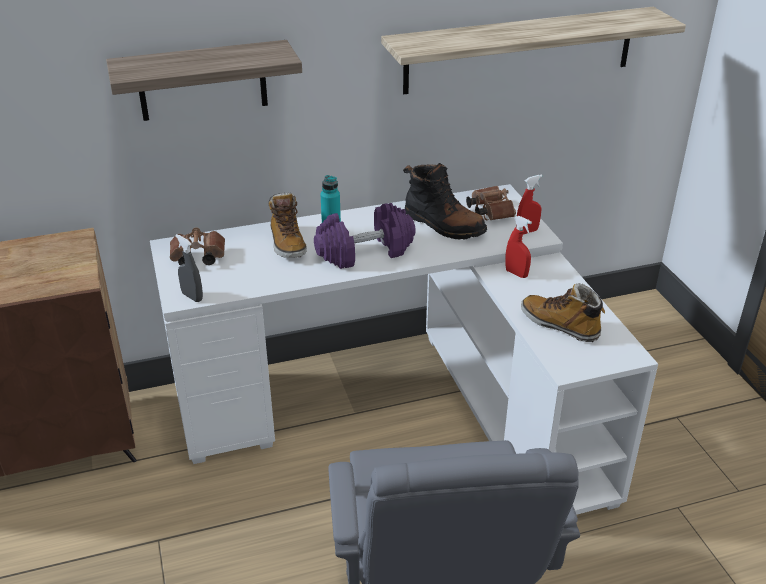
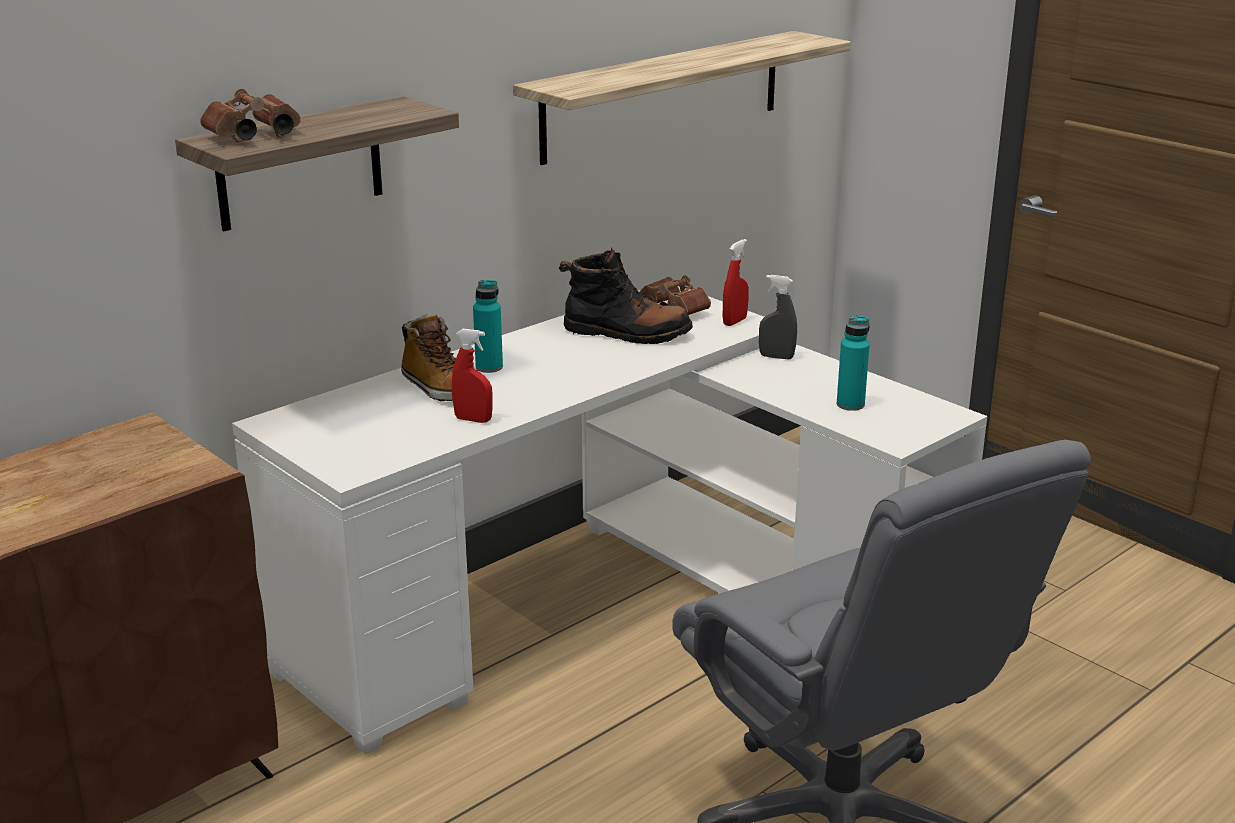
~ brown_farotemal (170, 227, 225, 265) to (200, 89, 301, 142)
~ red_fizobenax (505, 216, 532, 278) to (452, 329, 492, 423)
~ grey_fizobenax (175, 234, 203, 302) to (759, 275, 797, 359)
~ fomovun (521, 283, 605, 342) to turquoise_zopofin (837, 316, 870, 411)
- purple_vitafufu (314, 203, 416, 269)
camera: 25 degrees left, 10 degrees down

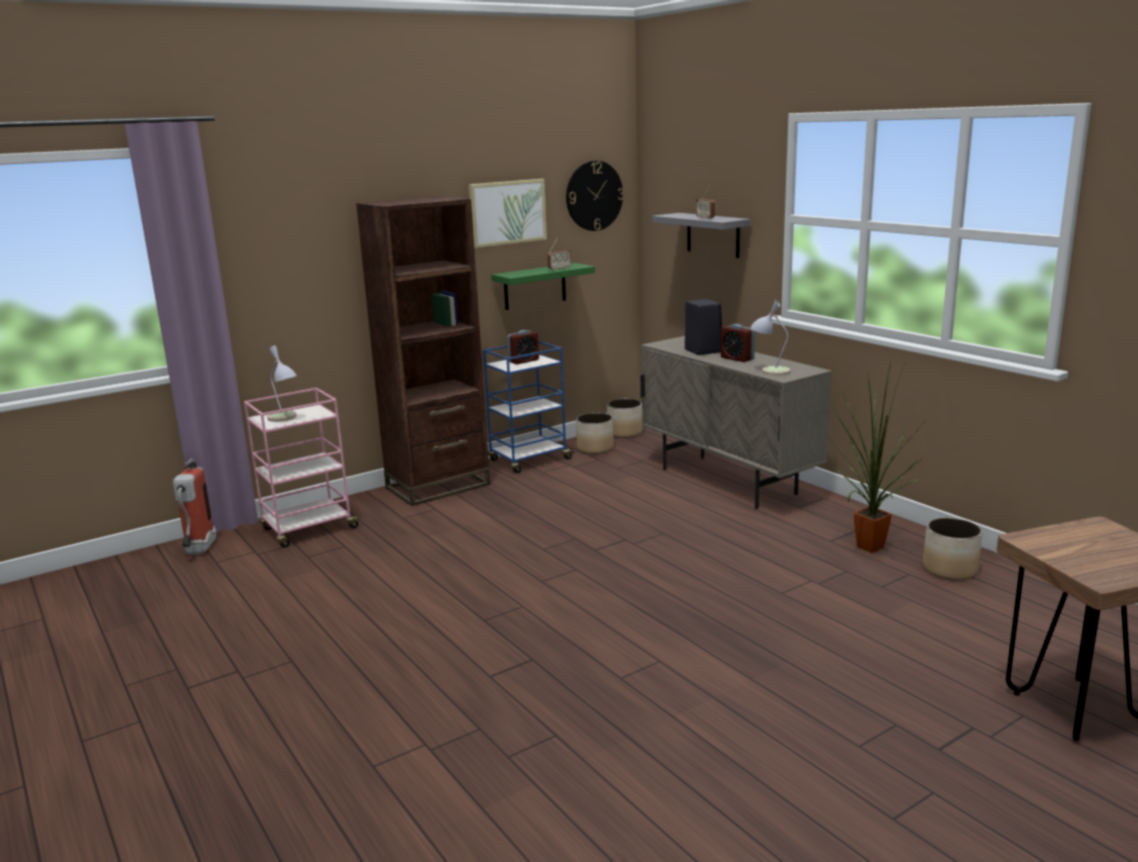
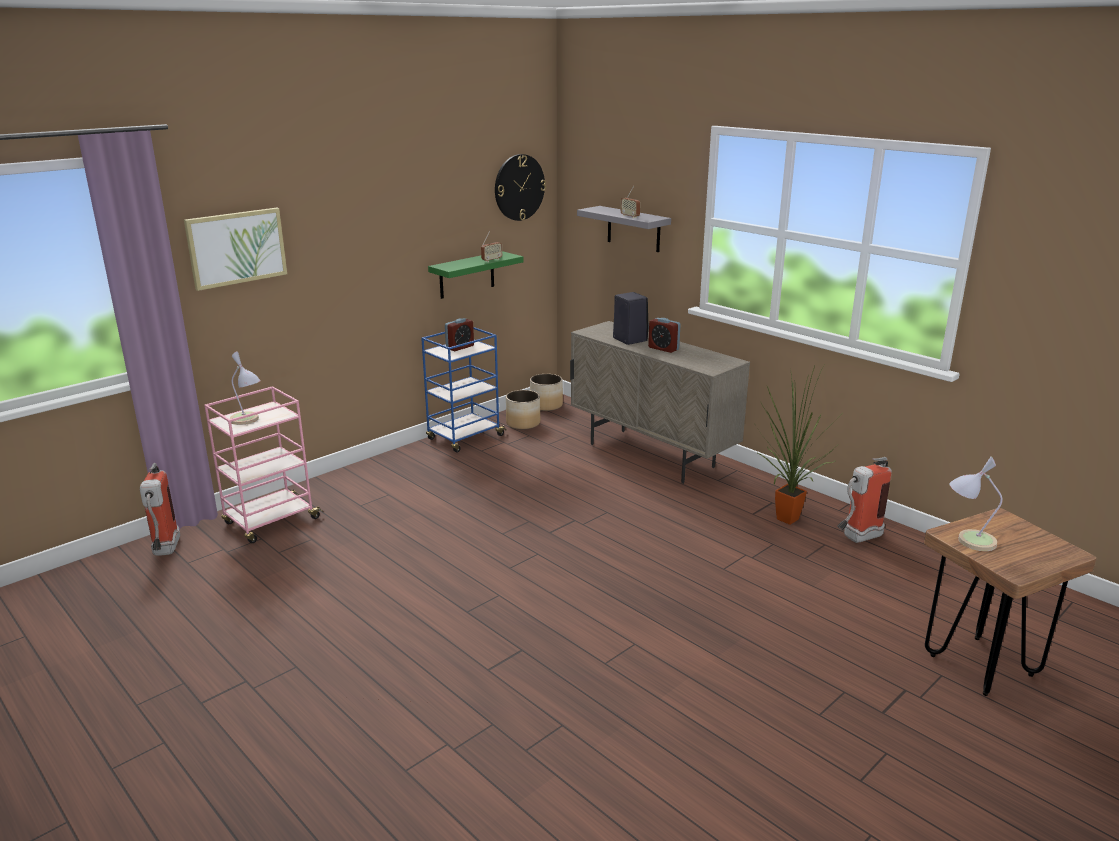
~ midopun (468, 179, 547, 248) to (184, 208, 287, 291)
~ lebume (923, 518, 983, 580) to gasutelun (837, 457, 892, 543)
~ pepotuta (751, 299, 791, 376) to (949, 456, 1003, 551)
- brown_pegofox (356, 196, 491, 506)
camera: 10 degrees left, 5 degrees up

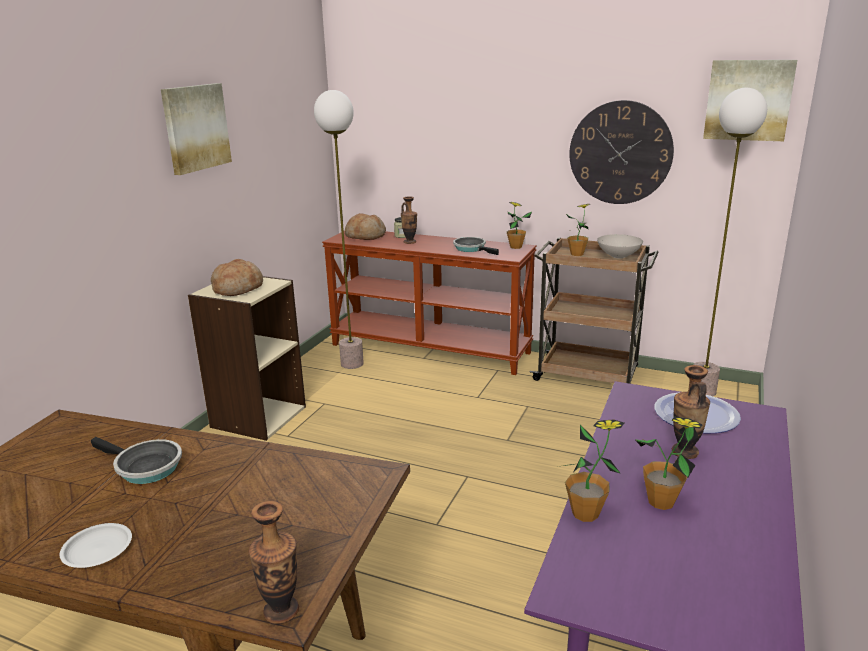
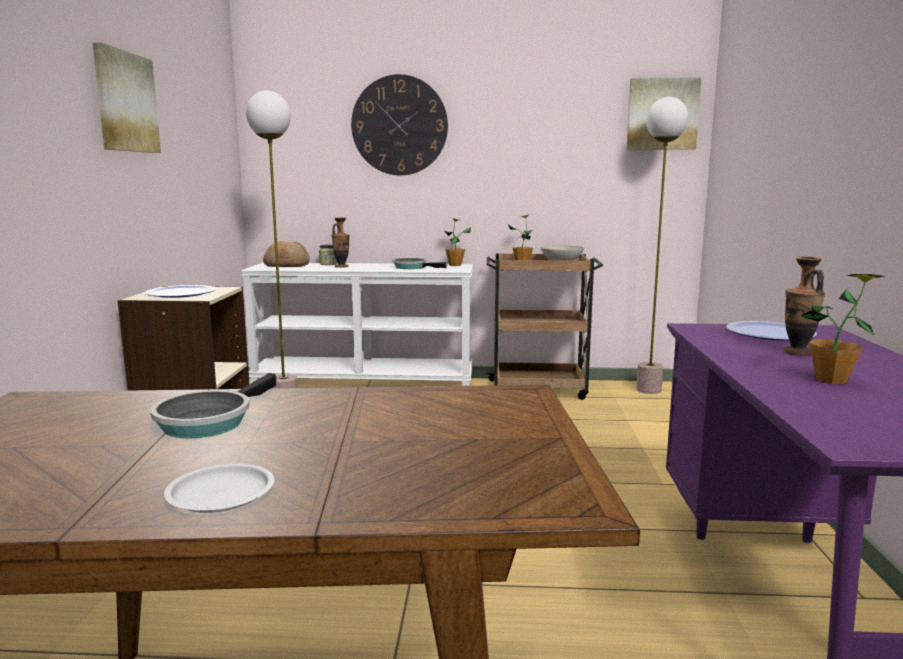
~ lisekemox (211, 259, 263, 296) to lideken (144, 285, 216, 298)
~ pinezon (91, 437, 182, 484) = (150, 373, 276, 438) 105 degrees clockwise
~ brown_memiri (322, 231, 536, 375) to white_memiri (241, 263, 473, 386)
~ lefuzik (569, 100, 674, 204) to (351, 74, 448, 175)
- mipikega (249, 501, 299, 624)
- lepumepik (557, 419, 625, 522)
camera: 20 degrees left, 10 degrees down

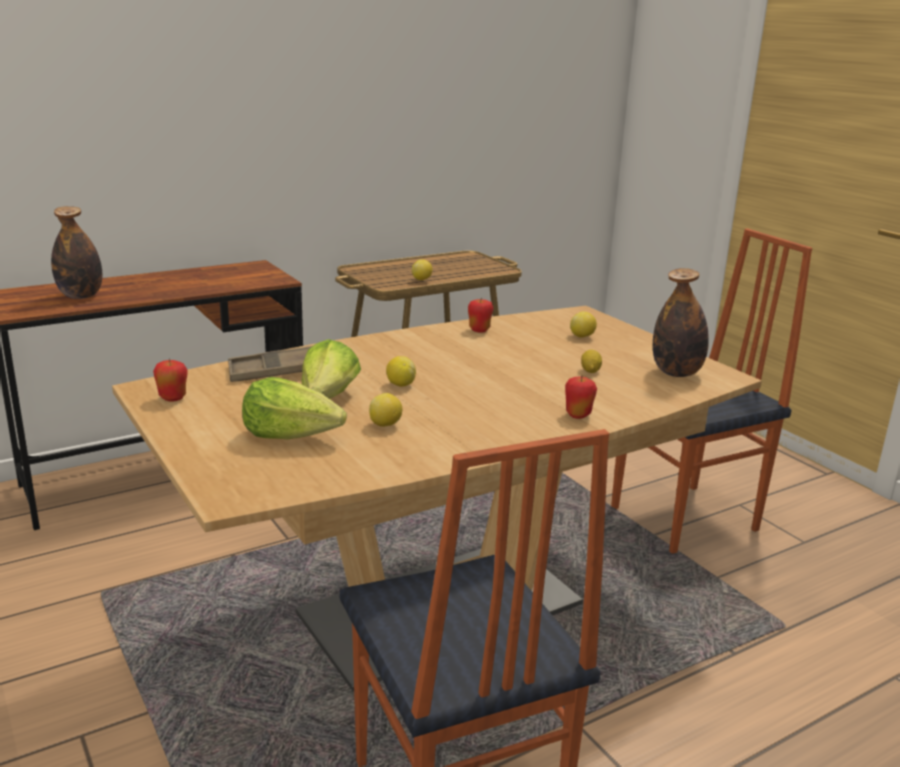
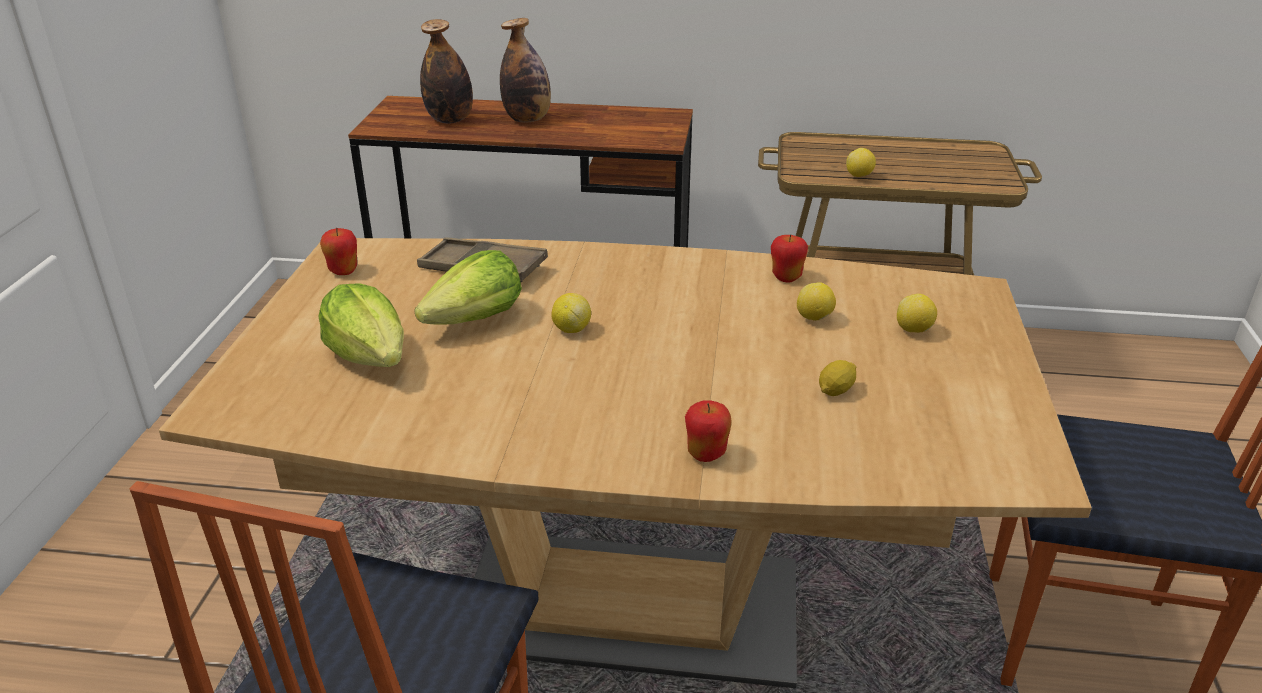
~ zopofin (653, 268, 709, 377) to (500, 18, 551, 122)
~ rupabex (369, 393, 402, 427) to (797, 282, 836, 321)
camera: 40 degrees right, 10 degrees up

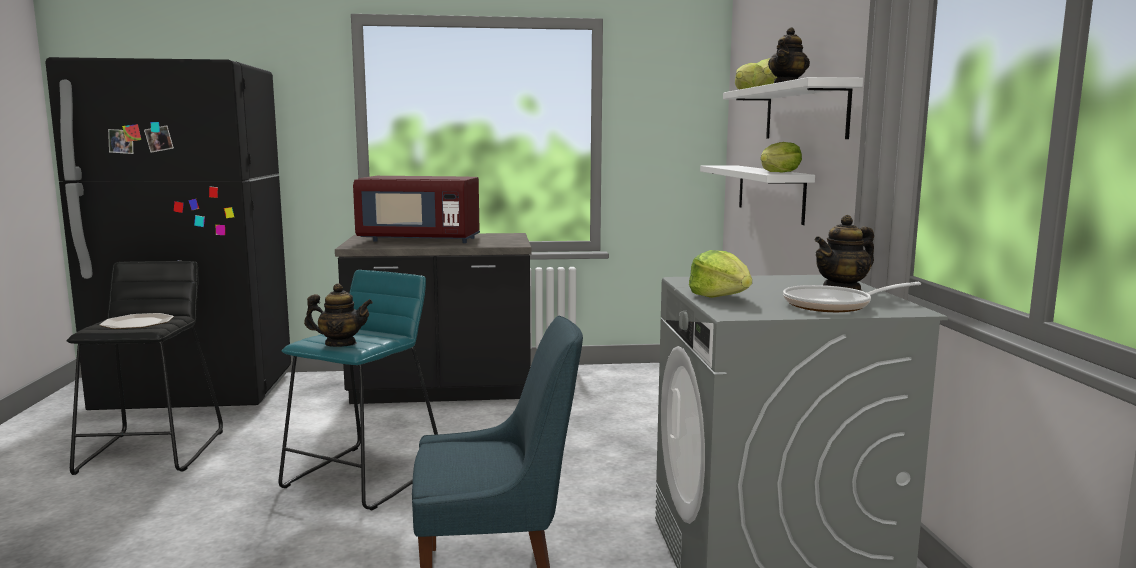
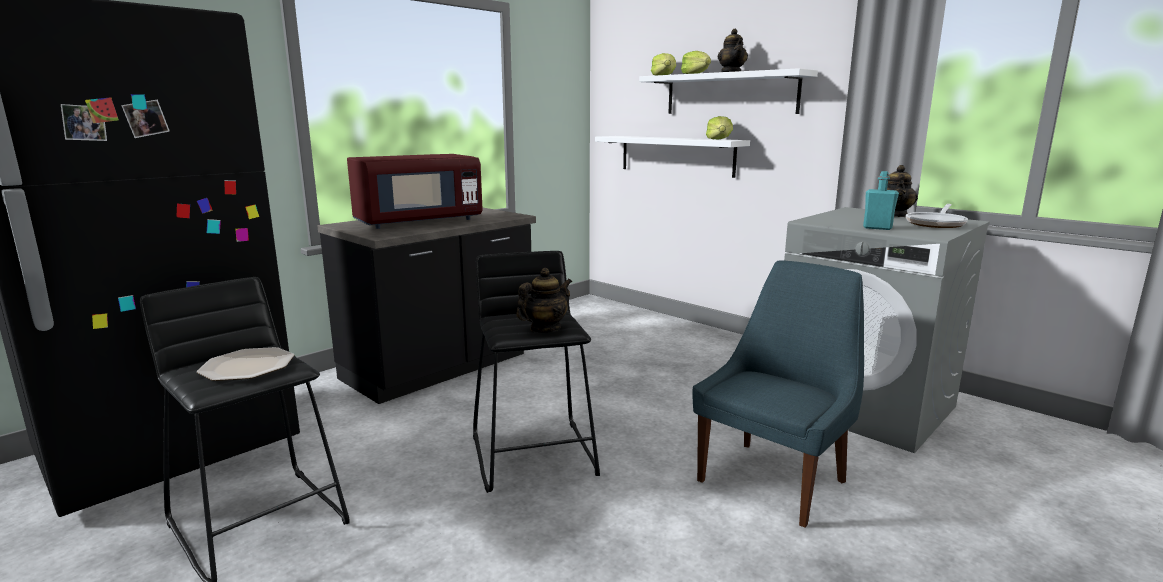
~ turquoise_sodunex (278, 270, 438, 511) to black_sodunex (473, 251, 600, 493)
~ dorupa (689, 250, 752, 298) to turquoise_zopofin (863, 171, 899, 230)
camera: 40 degrees left, 5 degrees up

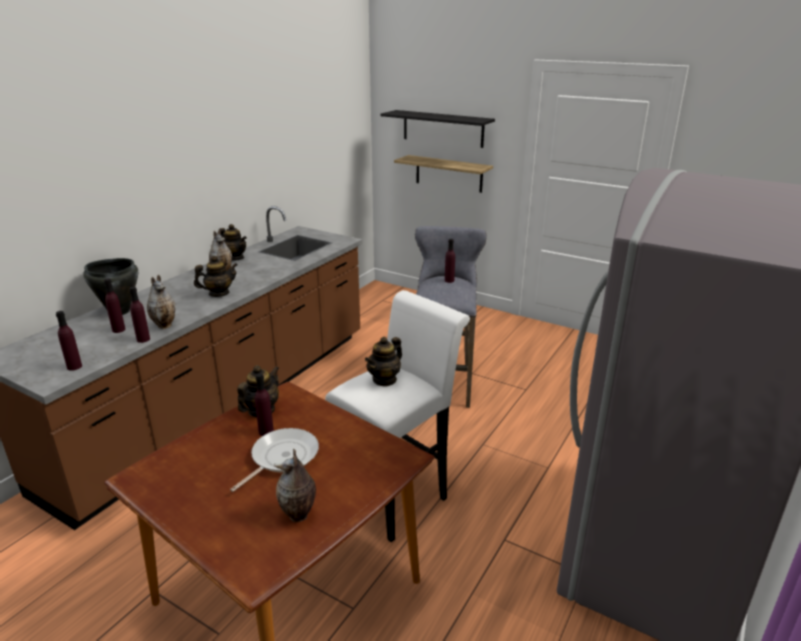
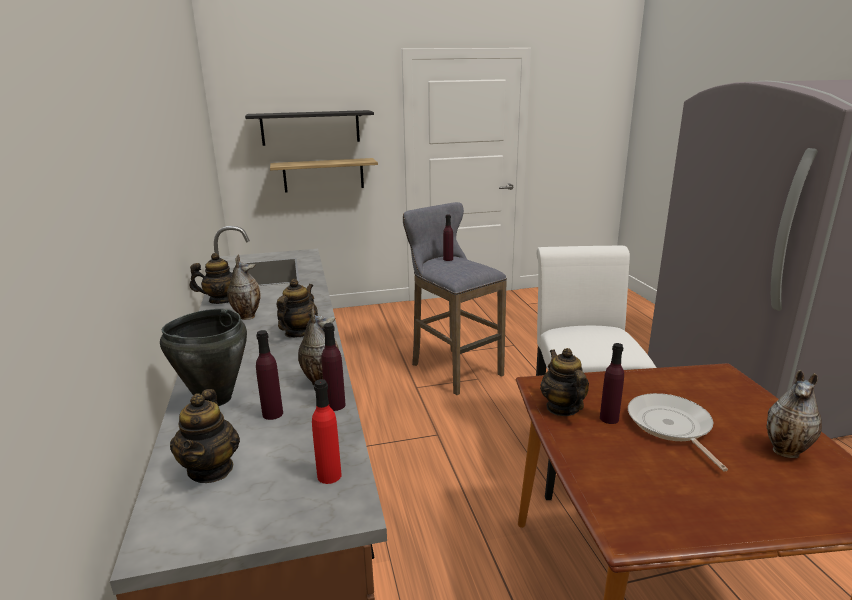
~ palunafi (365, 337, 402, 387) to (170, 389, 240, 483)
~ purple_zopofin (56, 311, 82, 371) to red_zopofin (312, 379, 342, 484)
camera: 45 degrees left, 5 degrees down

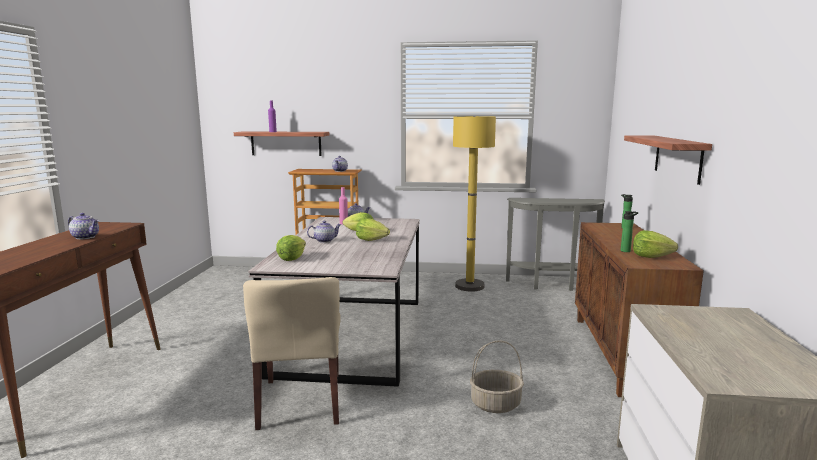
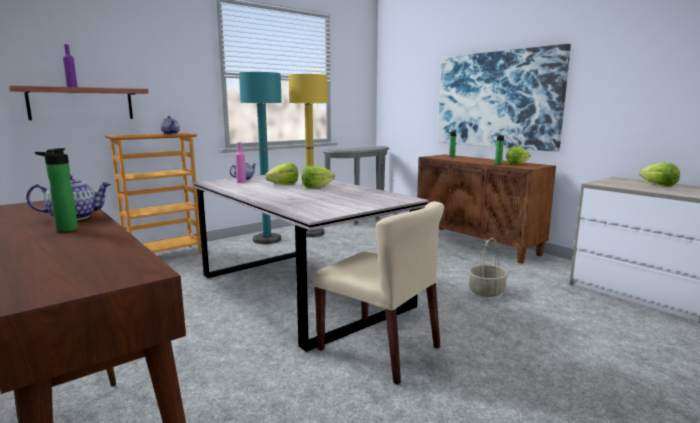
+ zopofin (35, 148, 78, 232)
+ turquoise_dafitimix (239, 72, 282, 244)
~ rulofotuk (624, 135, 712, 185) to midopun (438, 44, 571, 152)
~ dorupa (276, 235, 306, 261) to (639, 163, 680, 186)
- palunafi (307, 221, 341, 243)
camera: 45 degrees left, 0 degrees up

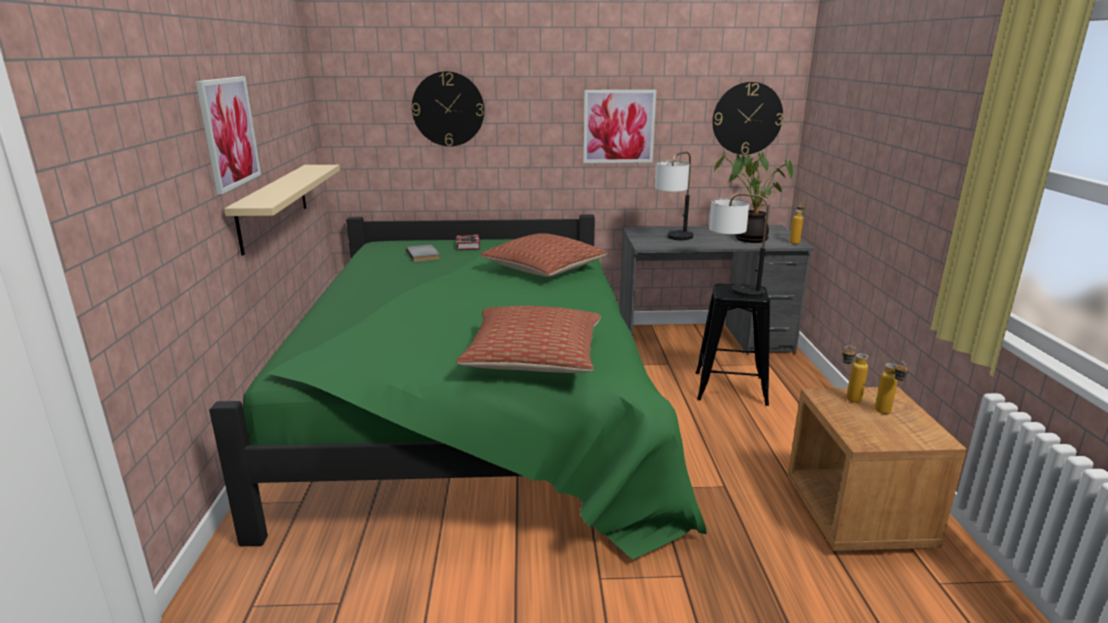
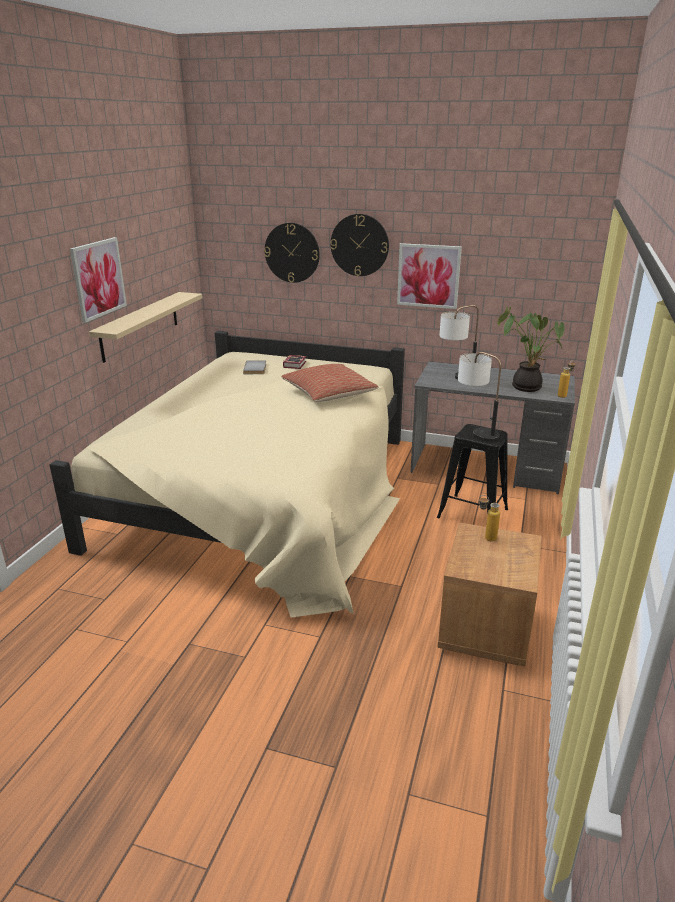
~ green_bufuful (209, 214, 707, 559) to beige_bufuful (50, 331, 405, 618)
~ lefuzik (712, 82, 783, 155) to (330, 214, 389, 276)
- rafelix (456, 306, 601, 373)
- zopofin (875, 361, 908, 414)
camera: 20 degrees right, 5 degrees up

